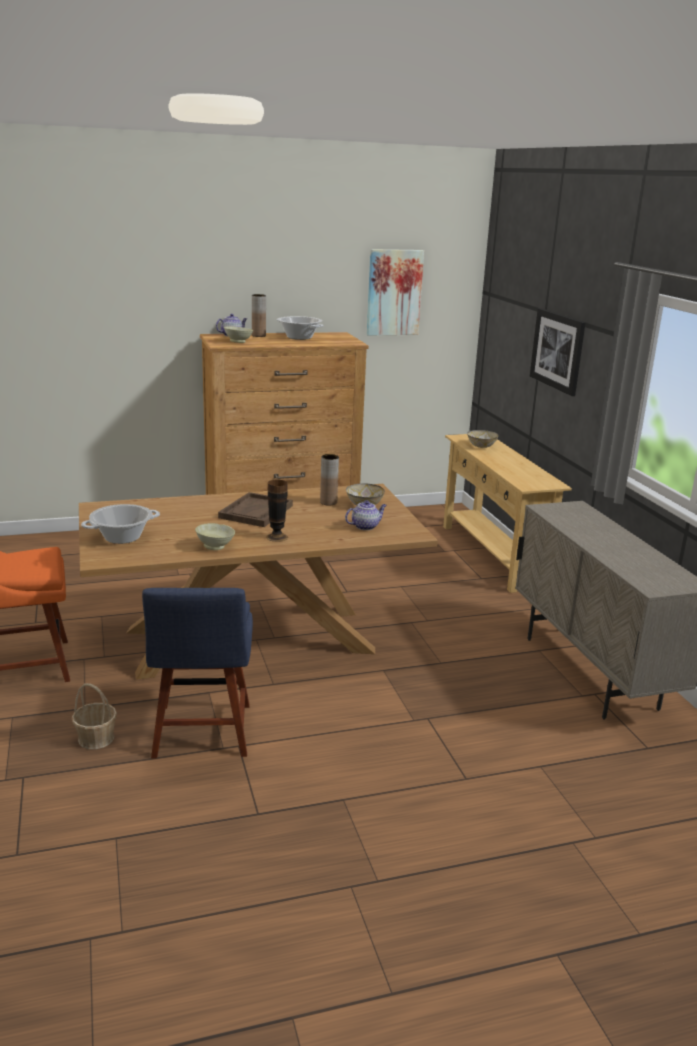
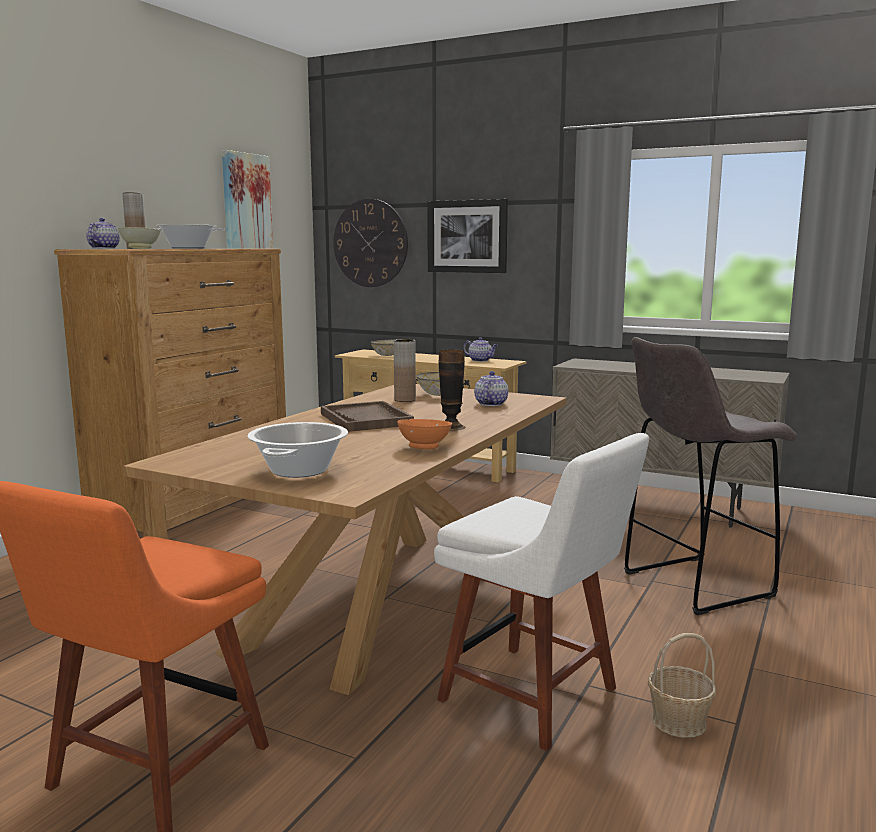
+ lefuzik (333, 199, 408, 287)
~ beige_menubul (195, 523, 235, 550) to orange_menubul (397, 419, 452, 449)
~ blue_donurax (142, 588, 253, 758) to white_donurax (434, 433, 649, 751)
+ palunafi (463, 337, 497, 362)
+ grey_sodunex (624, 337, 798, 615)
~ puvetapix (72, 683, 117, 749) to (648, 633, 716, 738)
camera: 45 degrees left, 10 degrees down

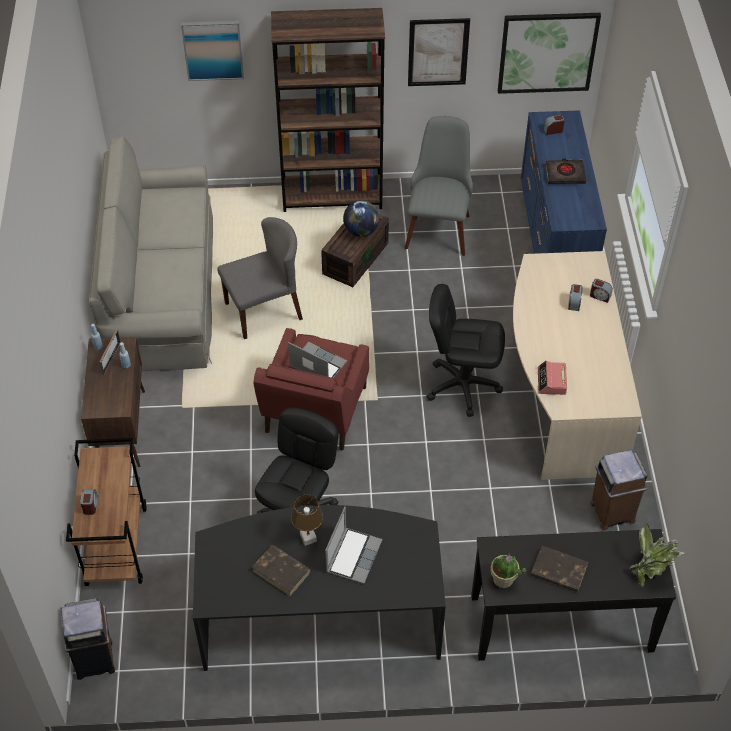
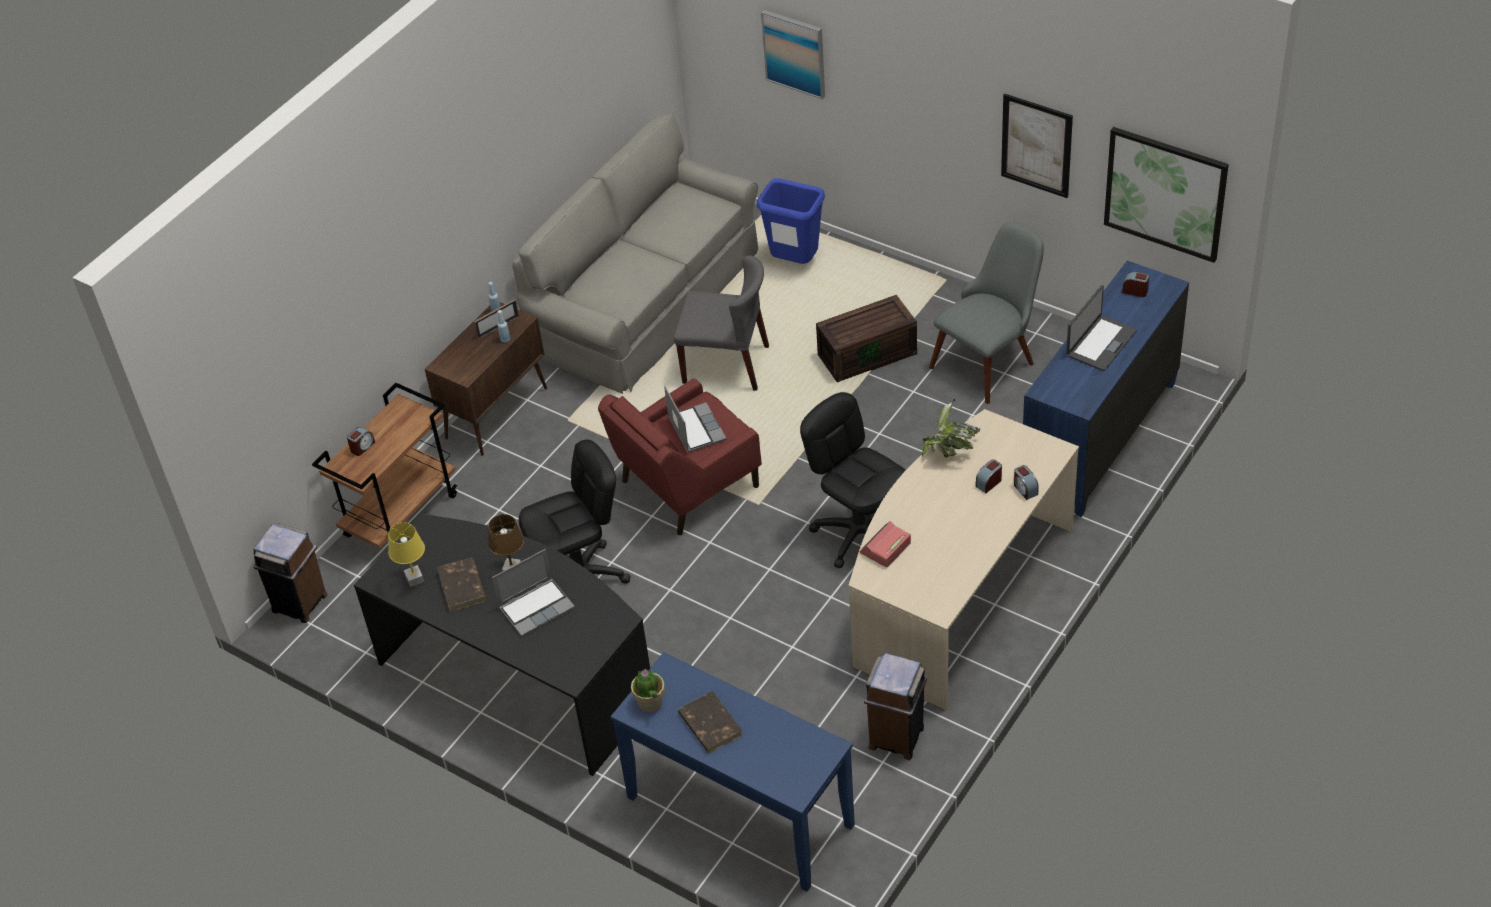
+ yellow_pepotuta (388, 523, 425, 587)
~ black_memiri (471, 529, 676, 661) to blue_memiri (611, 652, 855, 892)
+ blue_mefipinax (757, 178, 825, 264)
~ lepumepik (630, 524, 685, 587) to (922, 399, 980, 458)
~ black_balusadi (545, 159, 586, 184) to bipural (1066, 285, 1137, 371)
- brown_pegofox (271, 8, 385, 212)
- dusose (343, 201, 379, 237)
camera: 40 degrees right, 5 degrees down

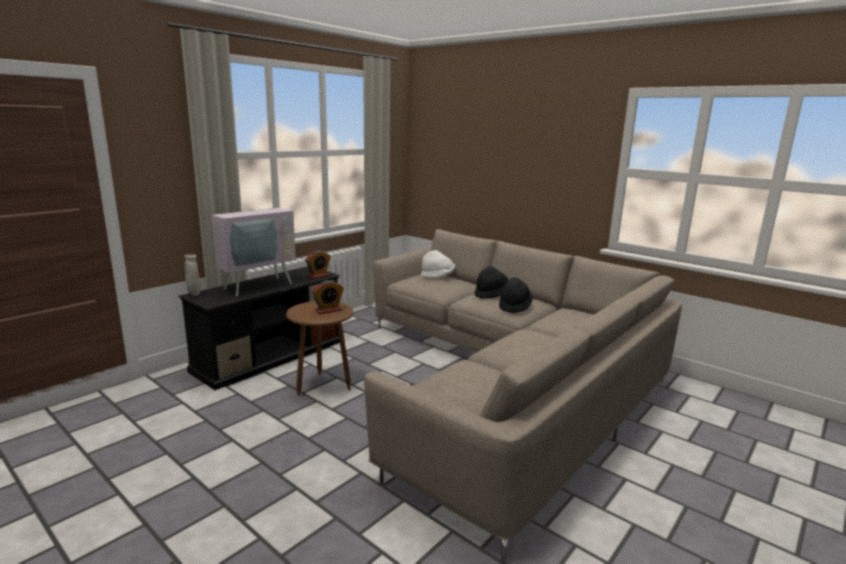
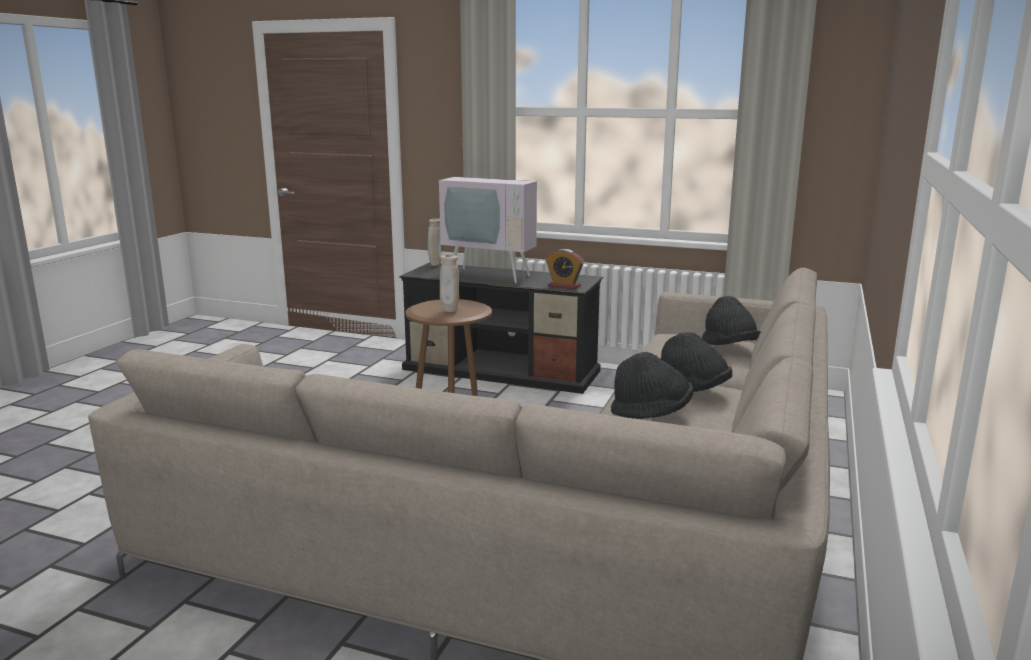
~ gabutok (312, 280, 344, 314) to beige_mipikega (440, 255, 459, 312)
~ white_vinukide (421, 250, 455, 278) to black_vinukide (702, 296, 761, 345)
camera: 70 degrees right, 0 degrees up

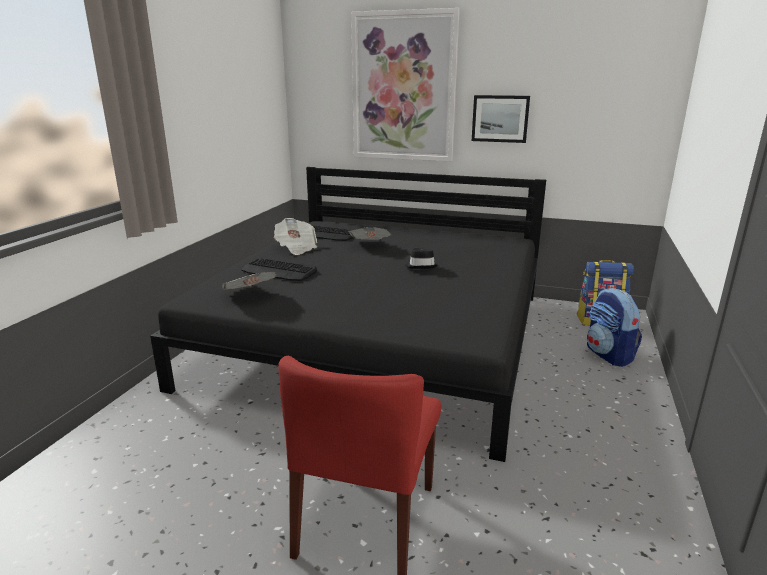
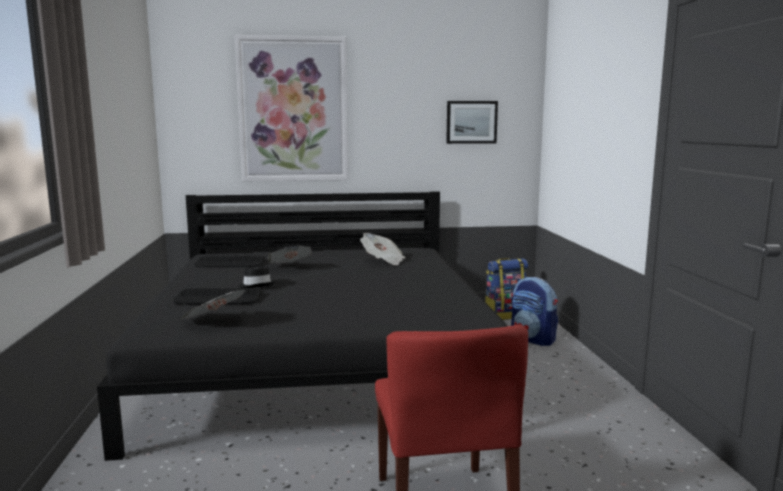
~ black_vinukide (405, 248, 438, 269) to (238, 266, 275, 288)
~ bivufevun (274, 218, 317, 255) to (360, 233, 405, 265)
~ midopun (472, 95, 530, 143) to (446, 101, 498, 144)
camera: 25 degrees left, 10 degrees down

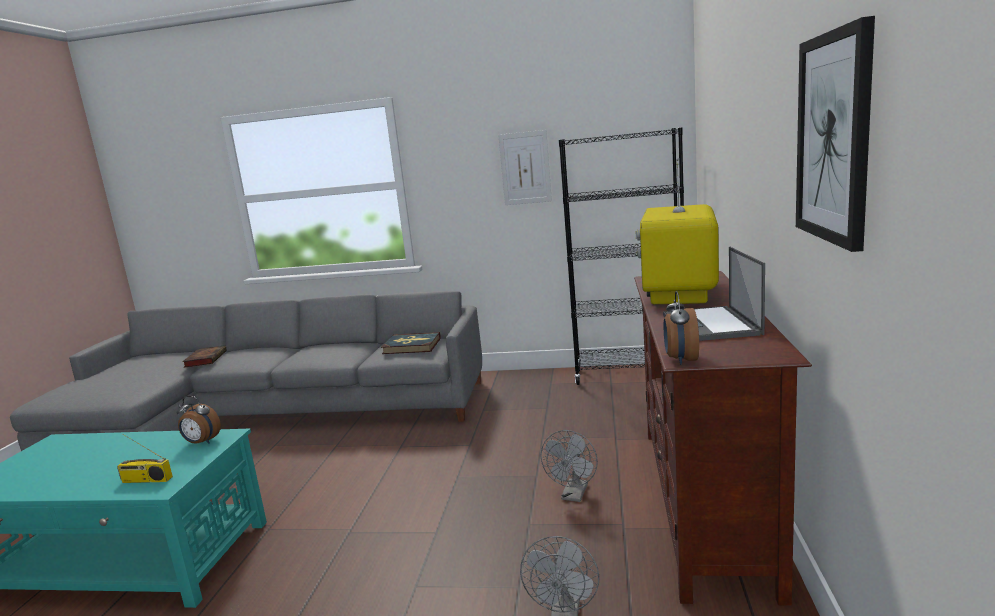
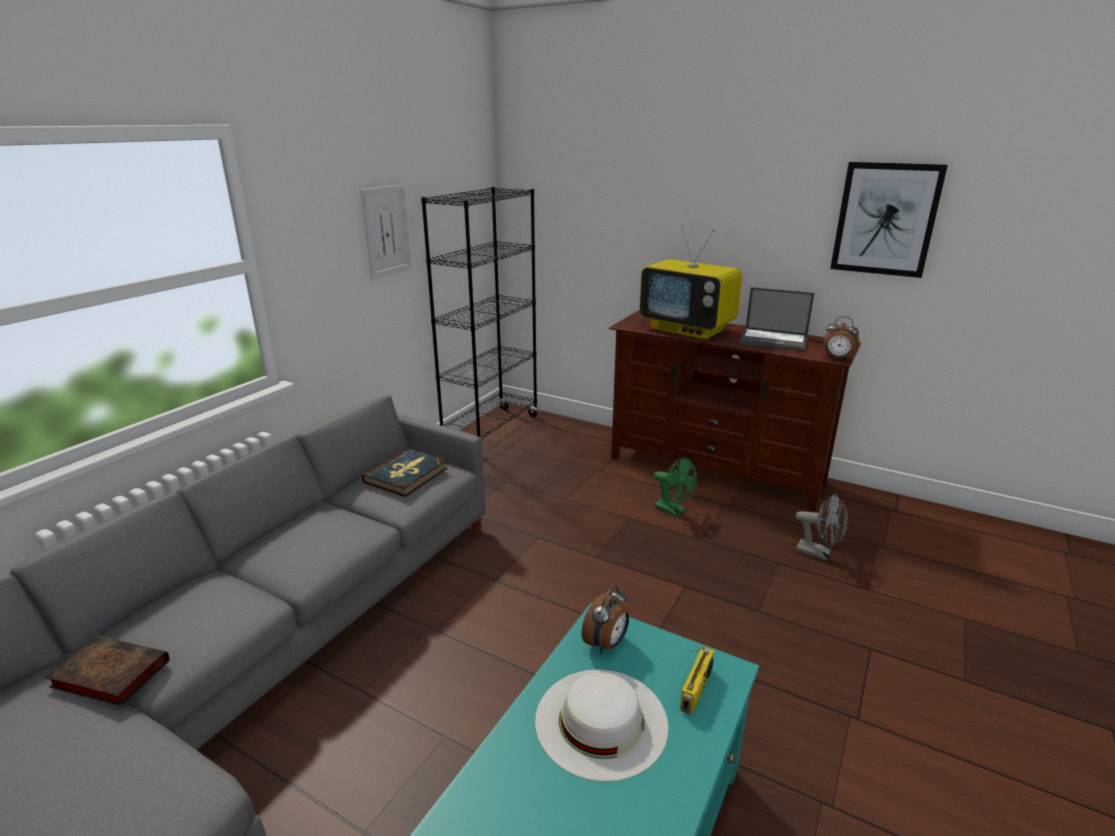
+ white_vinukide (535, 670, 668, 782)
~ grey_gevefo (541, 430, 598, 502) to green_gevefo (654, 457, 698, 517)
camera: 70 degrees left, 10 degrees up

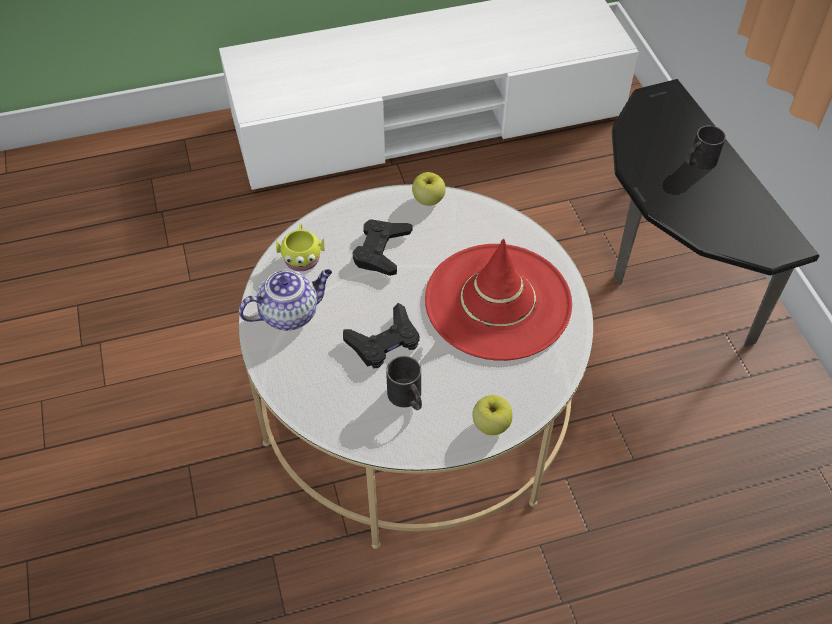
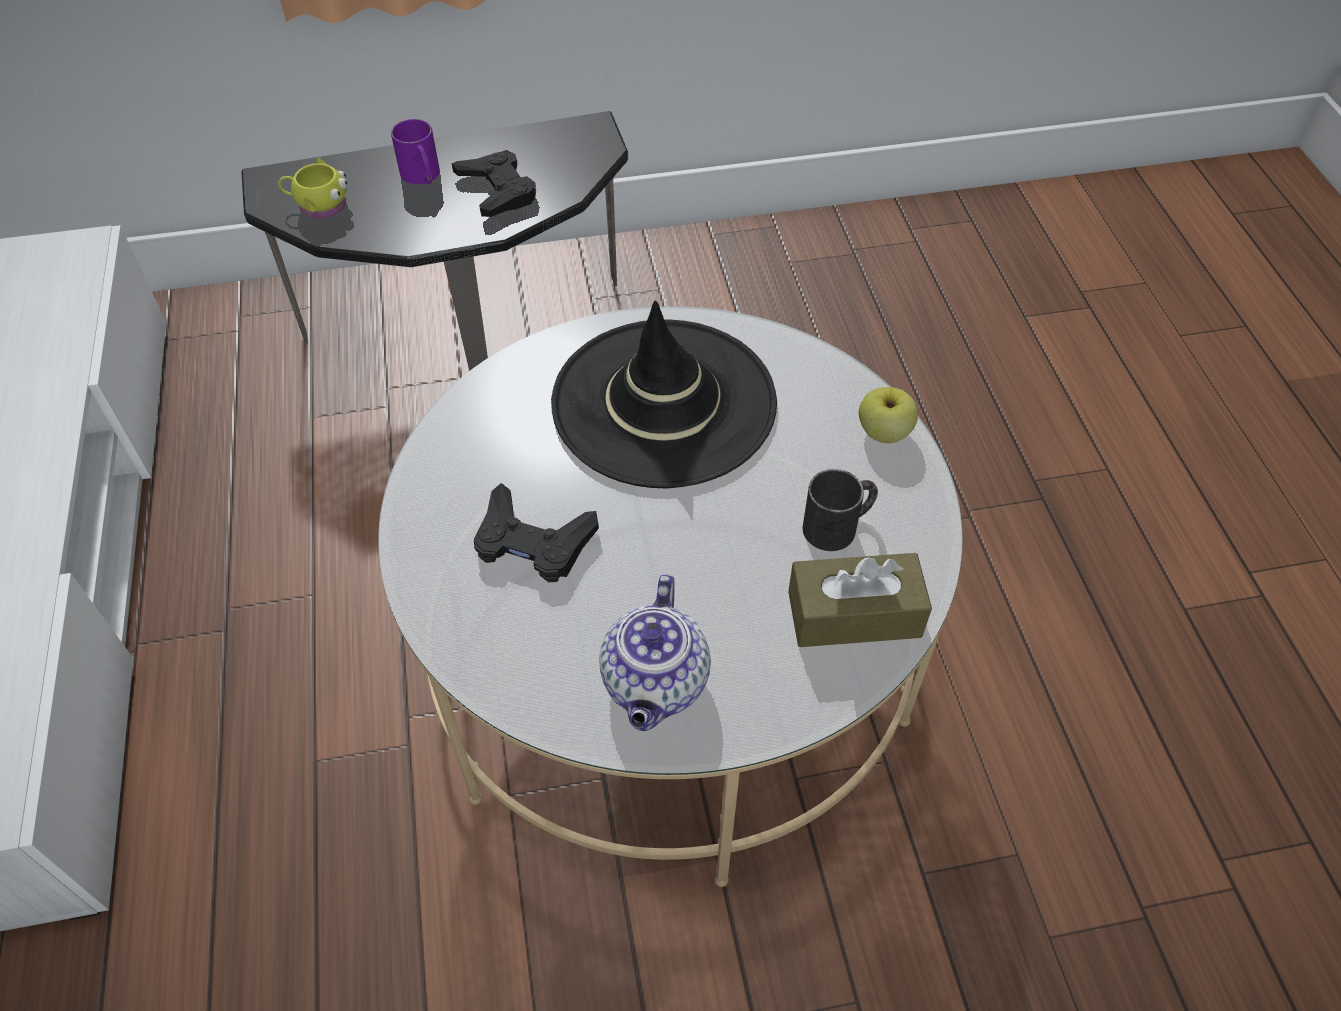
~ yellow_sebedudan (276, 223, 324, 271) to (278, 157, 348, 219)
~ black_sebedudan (686, 126, 726, 170) to purple_sebedudan (391, 119, 440, 184)
~ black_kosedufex (343, 303, 420, 368) to (452, 150, 536, 217)
~ red_vinukide (425, 239, 572, 361) to black_vinukide (551, 301, 777, 489)
~ palunafi (239, 269, 332, 330) = (599, 574, 711, 731) 150 degrees counterclockwise
+ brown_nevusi (788, 553, 932, 647)
- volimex (412, 172, 446, 206)
camera: 85 degrees left, 0 degrees up

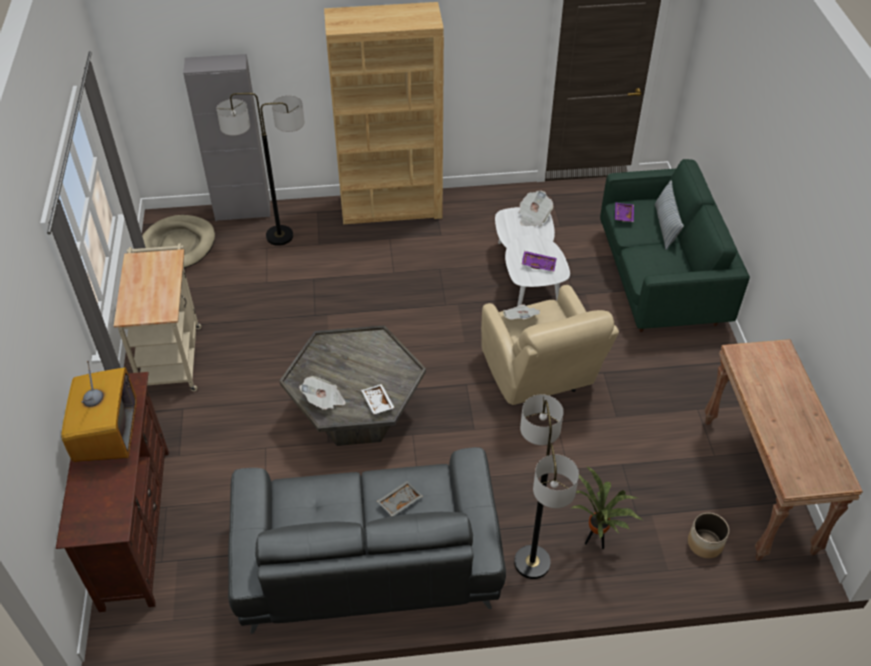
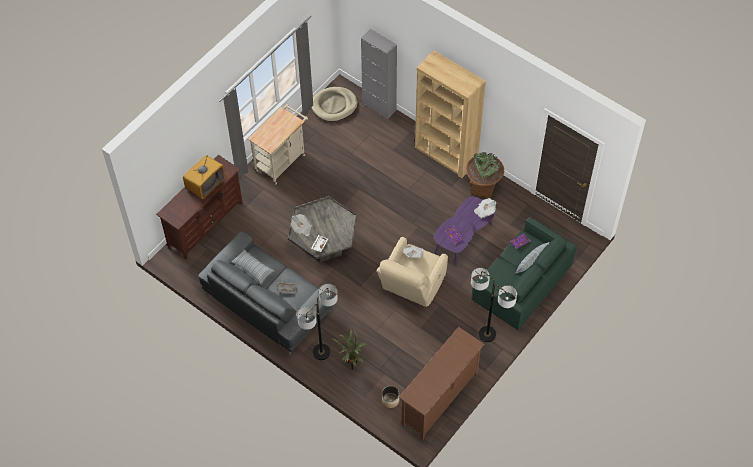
+ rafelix (231, 249, 274, 284)
~ brown_memiri (704, 339, 863, 561) to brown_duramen (399, 327, 484, 440)
~ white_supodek (495, 207, 570, 306) to purple_supodek (433, 196, 495, 266)
+ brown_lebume (466, 152, 504, 199)
~ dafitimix (216, 93, 305, 246) to (471, 268, 517, 342)
camera: 45 degrees right, 10 degrees up

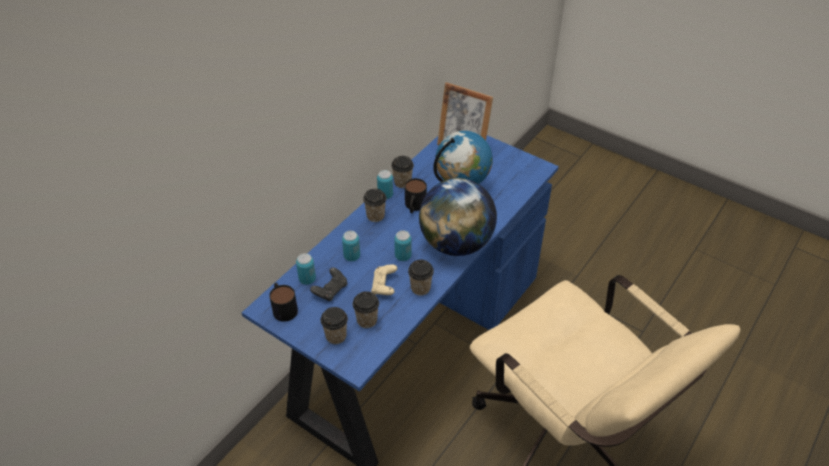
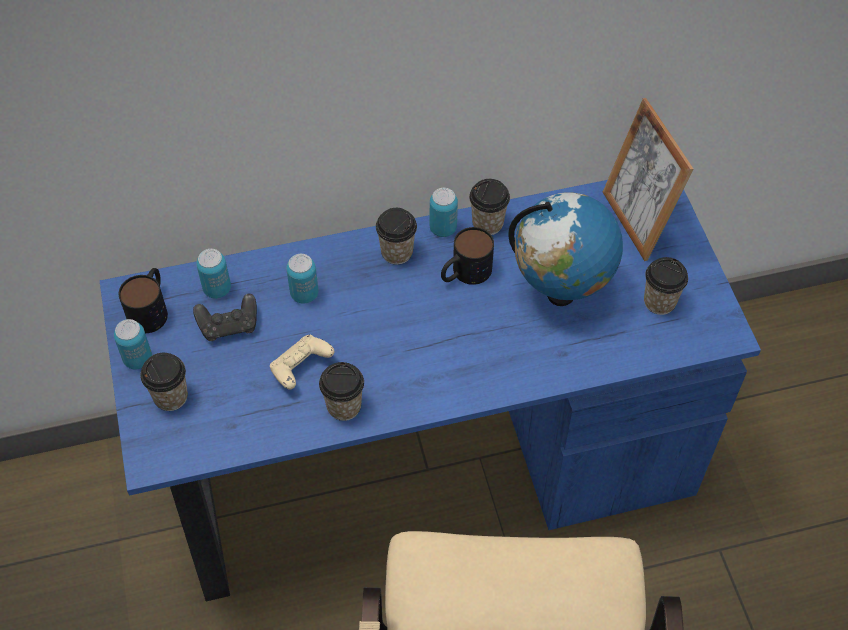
~ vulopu (394, 230, 411, 261) to (114, 319, 152, 370)
~ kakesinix (353, 291, 379, 328) to (644, 257, 688, 315)
- dusose (419, 178, 497, 256)
camera: 40 degrees right, 10 degrees up

